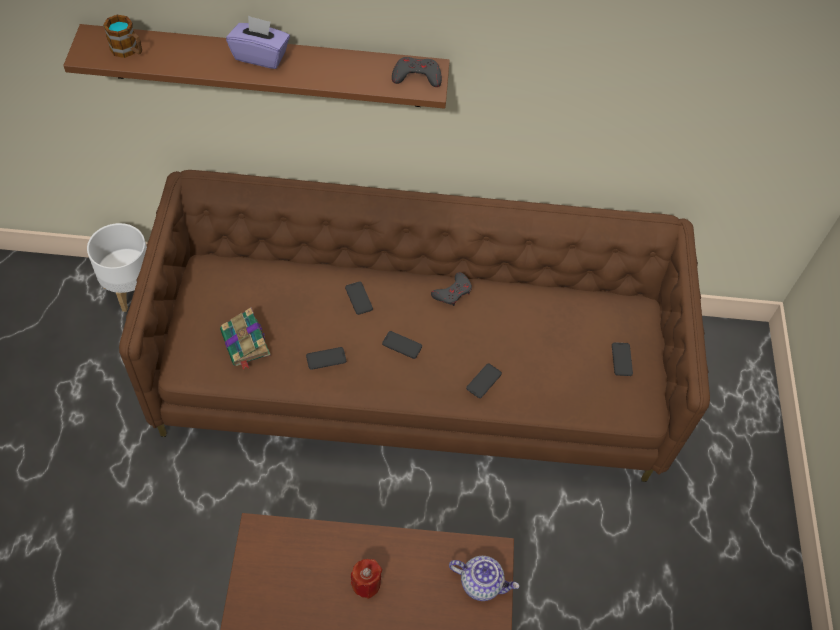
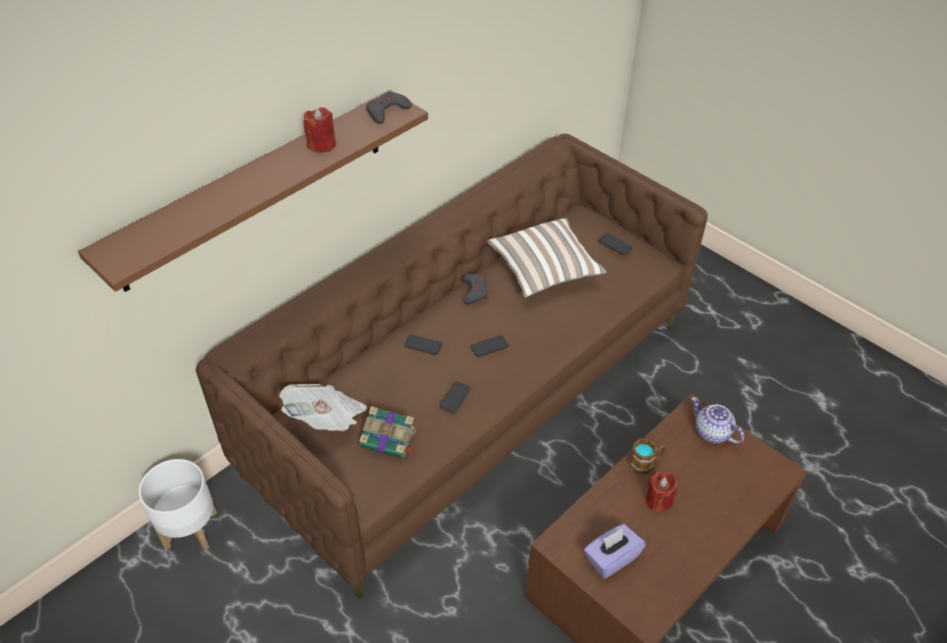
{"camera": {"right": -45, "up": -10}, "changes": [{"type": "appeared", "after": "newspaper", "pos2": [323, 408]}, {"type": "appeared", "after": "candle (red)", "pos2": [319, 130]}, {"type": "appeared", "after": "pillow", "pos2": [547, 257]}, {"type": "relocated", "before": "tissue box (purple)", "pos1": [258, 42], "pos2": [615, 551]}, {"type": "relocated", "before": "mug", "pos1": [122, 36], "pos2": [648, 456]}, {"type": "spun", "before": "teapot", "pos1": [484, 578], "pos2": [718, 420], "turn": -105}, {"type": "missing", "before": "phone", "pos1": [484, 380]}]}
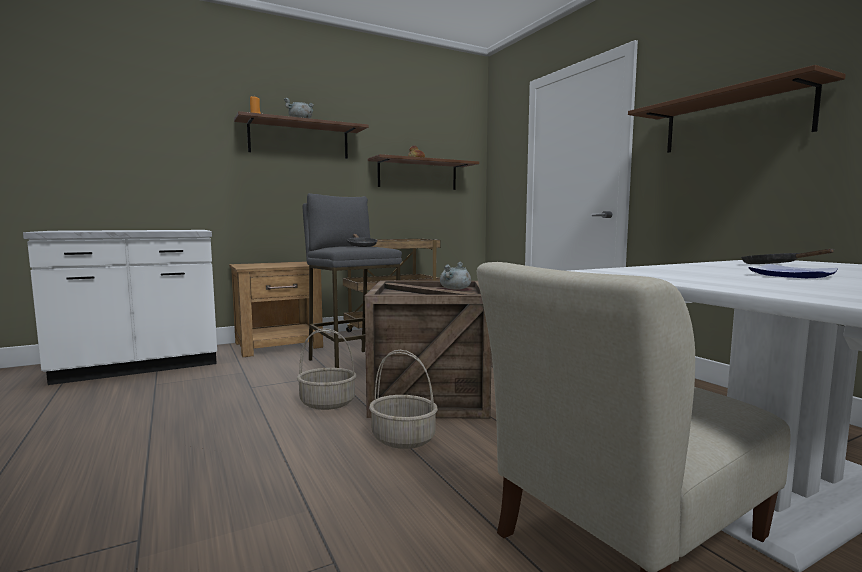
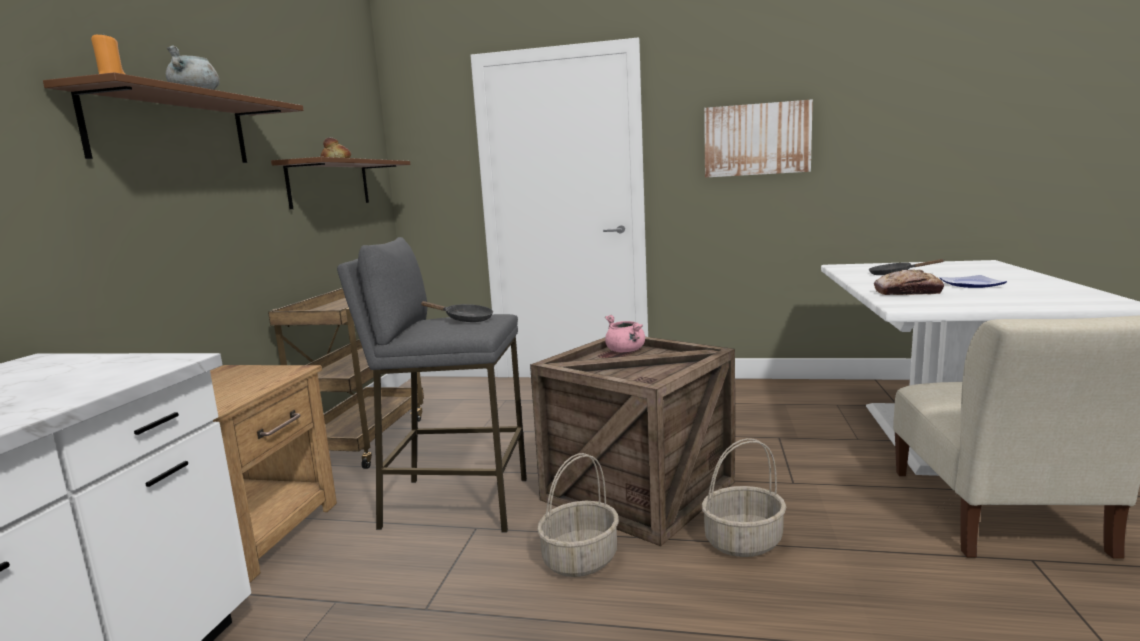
{"camera": {"right": -50, "up": 5}, "changes": [{"type": "colour", "before": "cooking pot (grey)", "after": "cooking pot (pink)", "pos1": [455, 276], "pos2": [625, 333]}, {"type": "exchanged", "before": "shelf (brown)", "after": "picture", "pos1": [737, 109], "pos2": [758, 138]}, {"type": "appeared", "after": "bread", "pos2": [909, 282]}]}
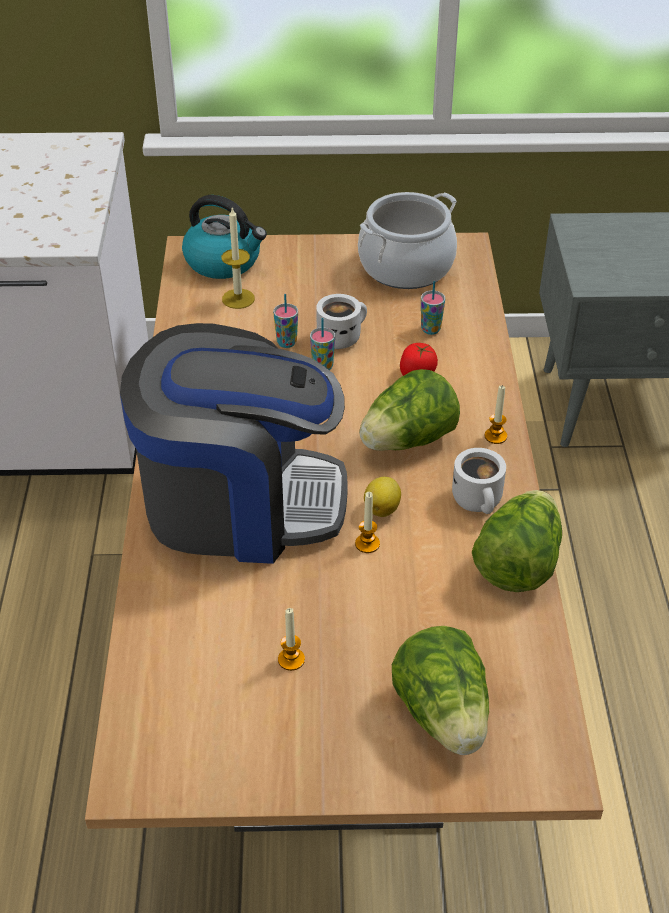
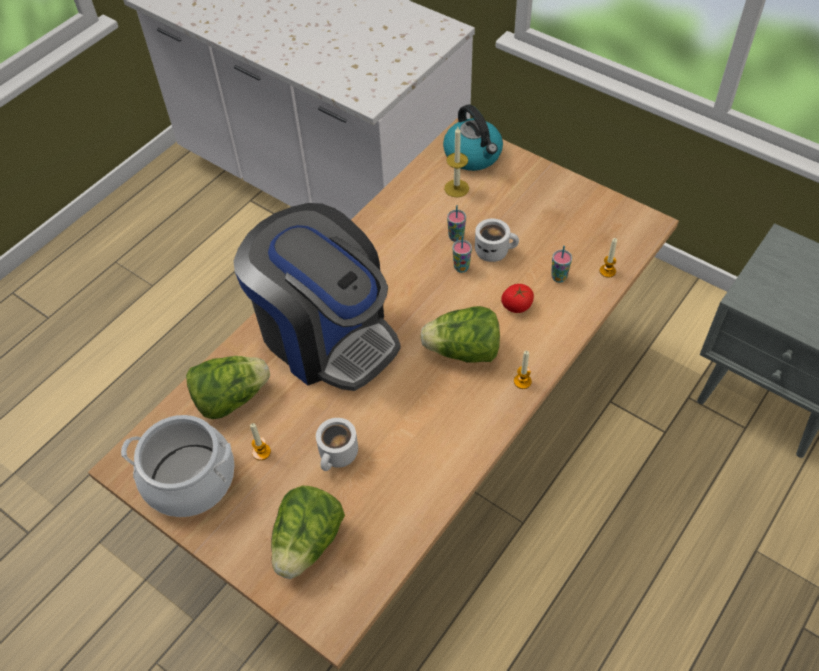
{"camera": {"right": 40, "up": 10}, "changes": [{"type": "relocated", "before": "cooking pot", "pos1": [407, 240], "pos2": [178, 466]}, {"type": "relocated", "before": "lettuce", "pos1": [517, 541], "pos2": [228, 387]}, {"type": "relocated", "before": "mug (white)", "pos1": [479, 481], "pos2": [337, 444]}, {"type": "relocated", "before": "candle", "pos1": [367, 522], "pos2": [608, 258]}, {"type": "missing", "before": "lemon", "pos1": [382, 497]}]}
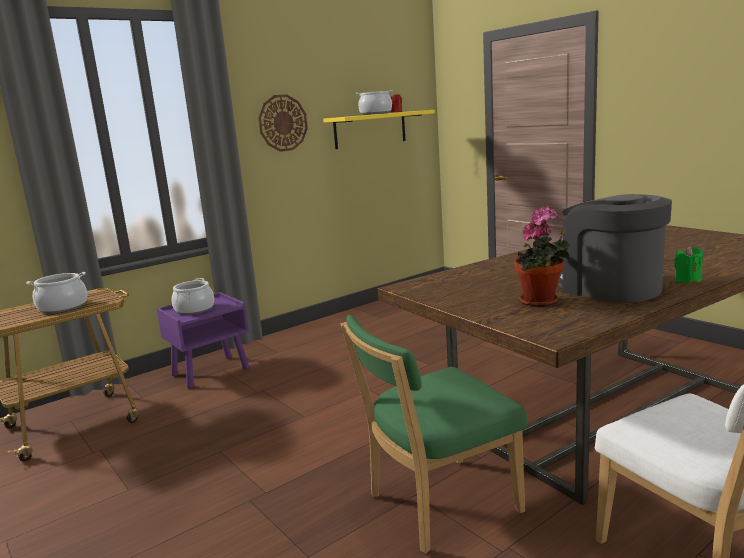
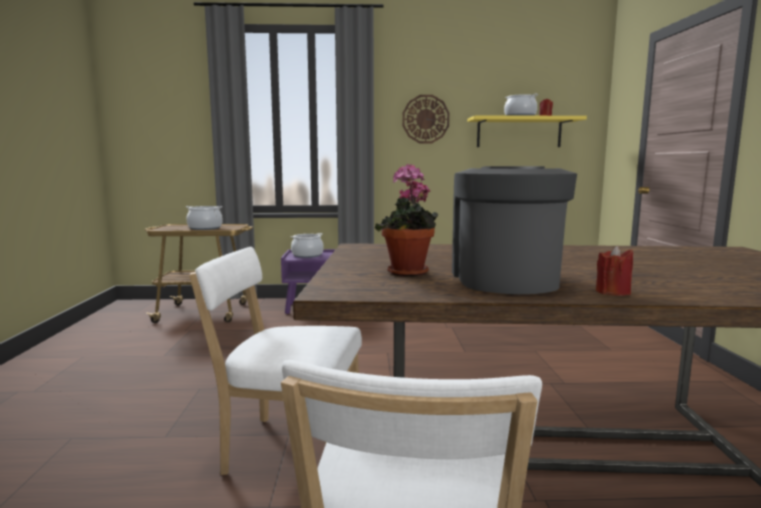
{"camera": {"right": 35, "up": -5}, "changes": [{"type": "colour", "before": "chair (green)", "after": "chair (white)", "pos1": [434, 434], "pos2": [275, 361]}, {"type": "colour", "before": "candle (green)", "after": "candle (red)", "pos1": [688, 264], "pos2": [614, 270]}]}
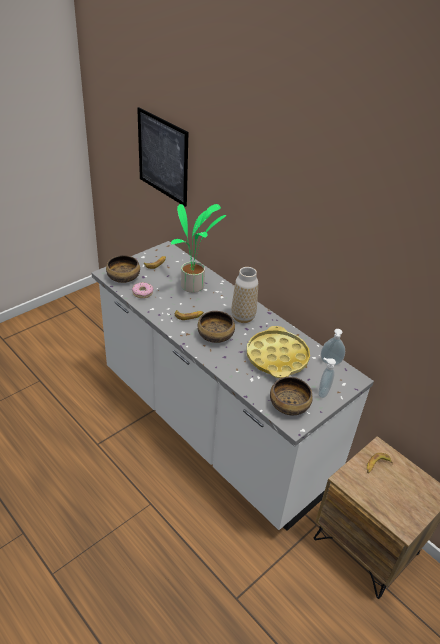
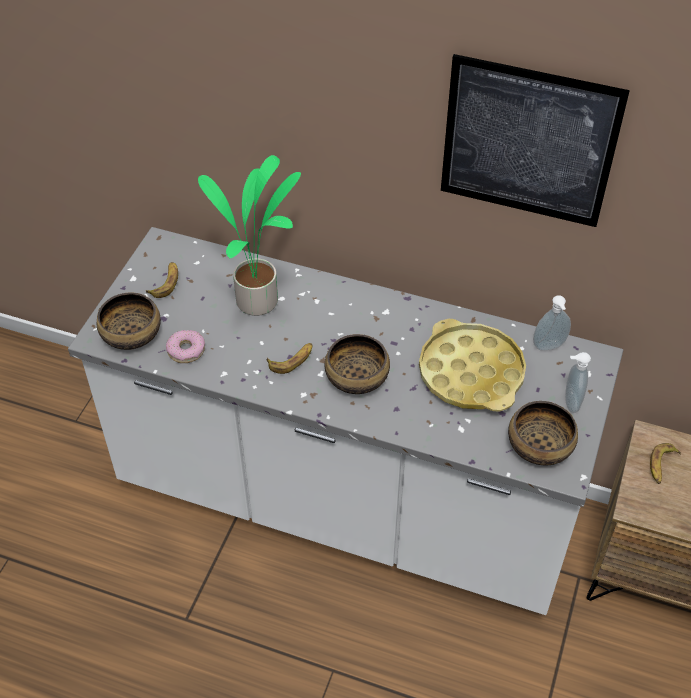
{"camera": {"right": -25, "up": 10}, "changes": [{"type": "relocated", "before": "picture", "pos1": [162, 157], "pos2": [535, 140]}, {"type": "missing", "before": "vase", "pos1": [244, 295]}]}
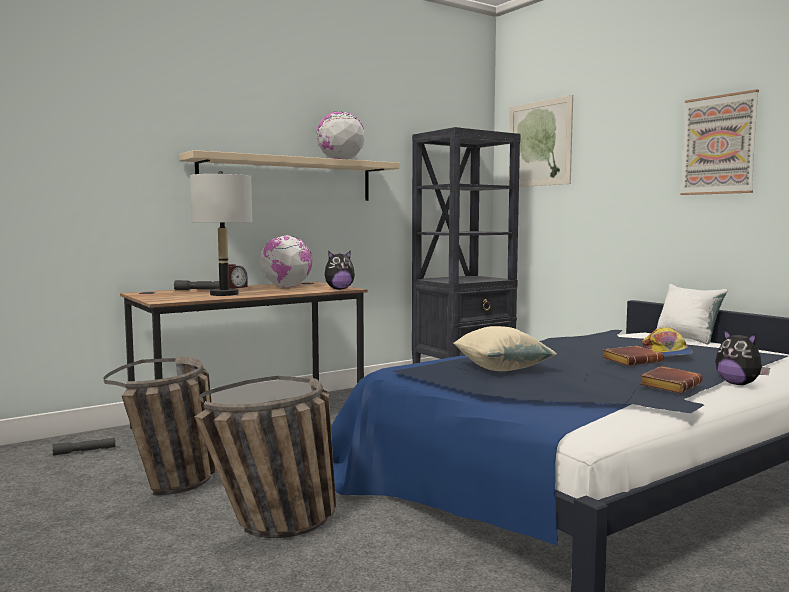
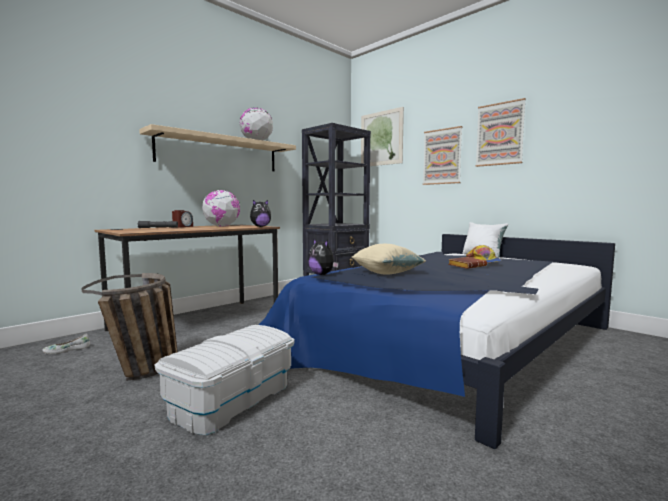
{"camera": {"right": -10, "up": 0}, "changes": [{"type": "exchanged", "before": "flashlight (grey)", "after": "shoe (white)", "pos1": [83, 447], "pos2": [66, 343]}, {"type": "exchanged", "before": "basket", "after": "storage box (white)", "pos1": [265, 457], "pos2": [224, 380]}, {"type": "relocated", "before": "plush toy", "pos1": [742, 357], "pos2": [323, 256]}, {"type": "appeared", "after": "picture", "pos2": [442, 155]}, {"type": "missing", "before": "table lamp (grey)", "pos1": [221, 233]}, {"type": "missing", "before": "book (brown)", "pos1": [671, 379]}]}
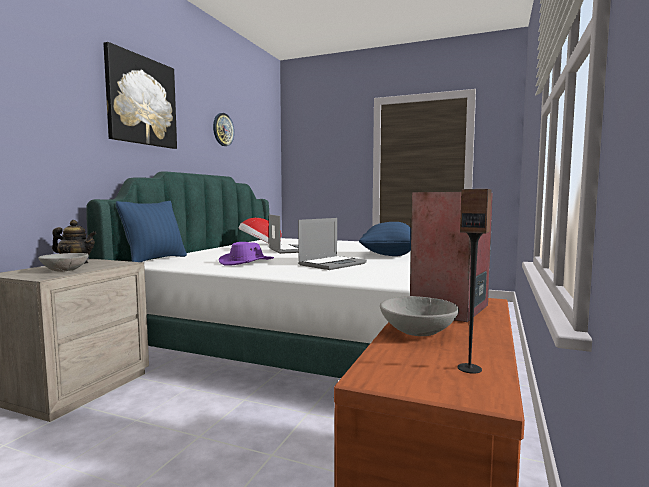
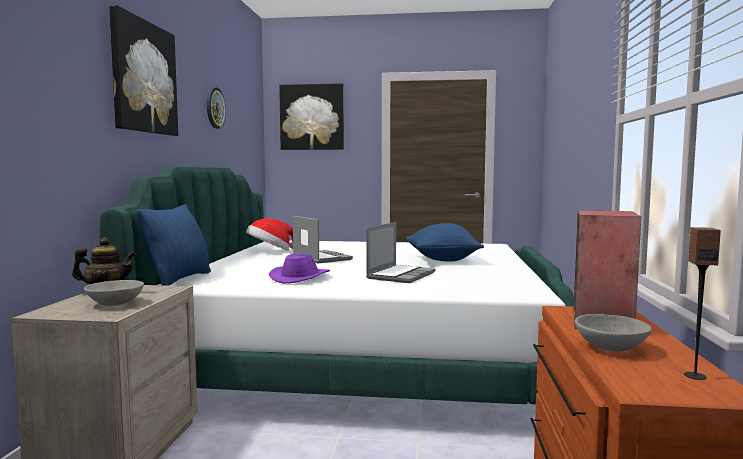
{"camera": {"right": -15, "up": 0}, "changes": [{"type": "appeared", "after": "picture", "pos2": [311, 116]}]}
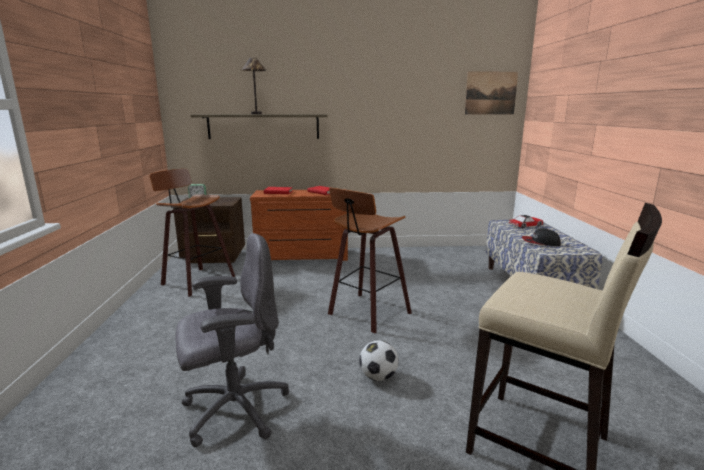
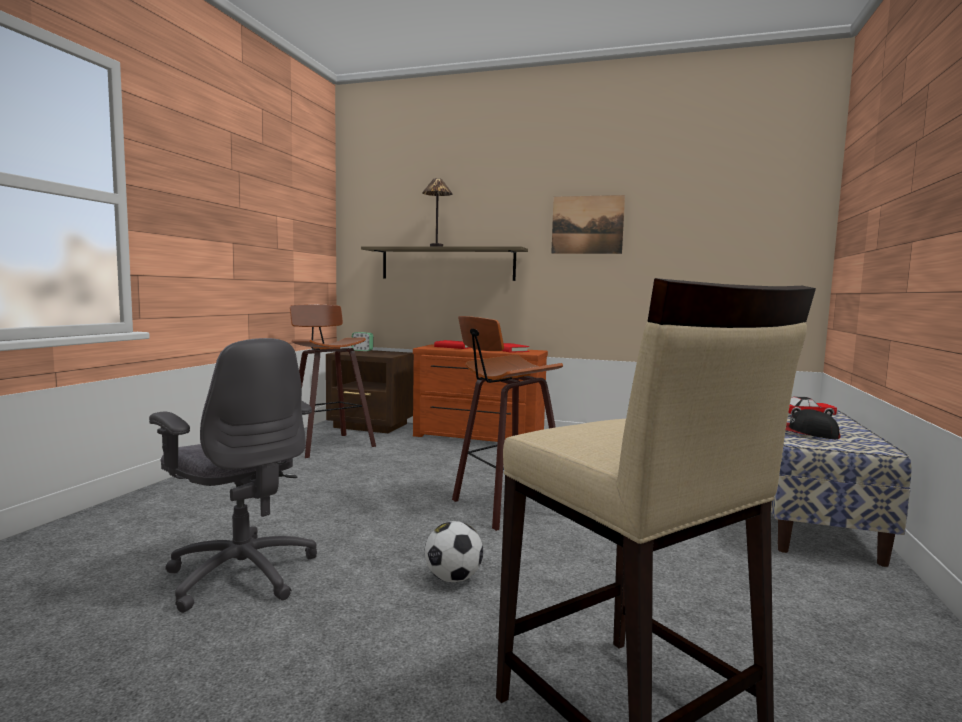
{"camera": {"right": 20, "up": -10}, "changes": [{"type": "spun", "before": "office chair (grey)", "pos1": [232, 340], "pos2": [233, 475], "turn": 45}, {"type": "relocated", "before": "picture", "pos1": [491, 93], "pos2": [588, 224]}]}
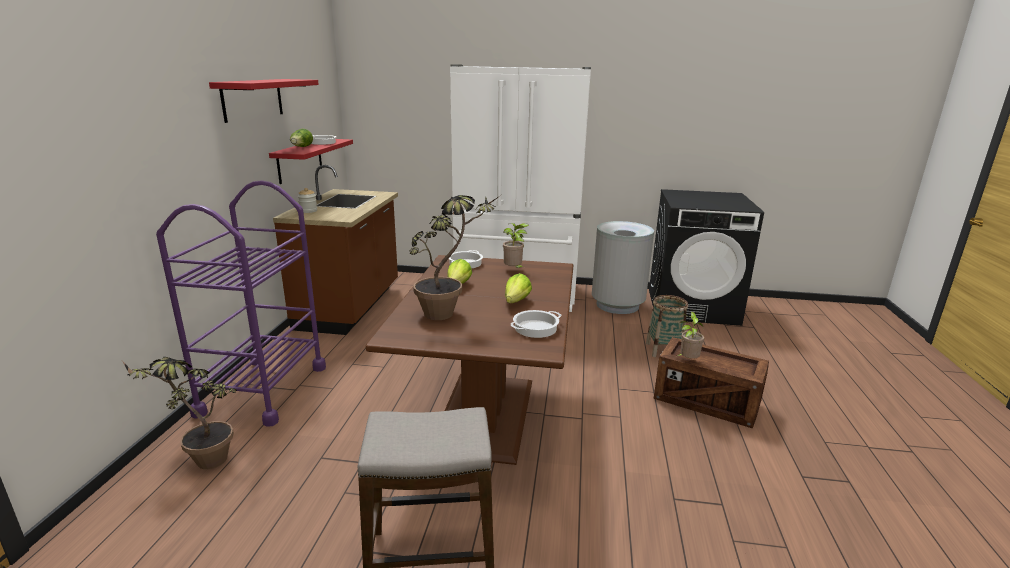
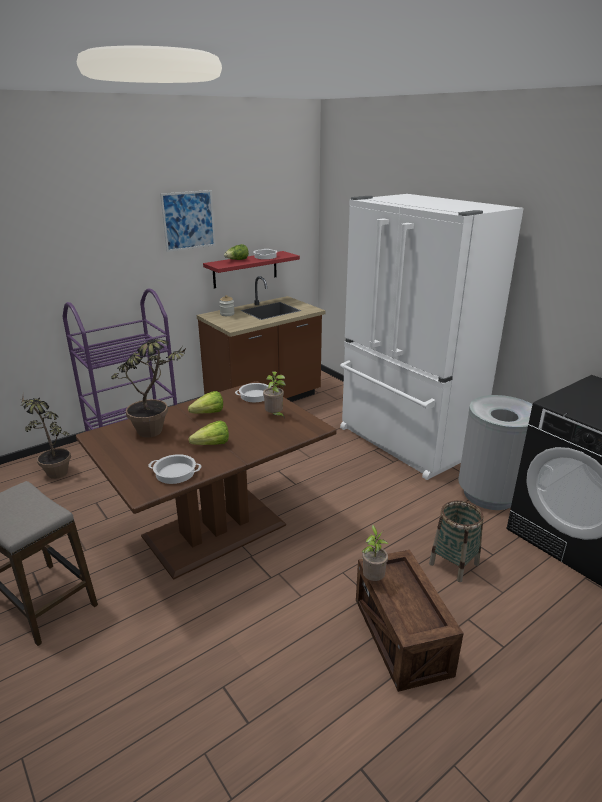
{"camera": {"right": 45, "up": 5}, "changes": [{"type": "exchanged", "before": "shelf (red)", "after": "picture", "pos1": [264, 101], "pos2": [187, 221]}]}
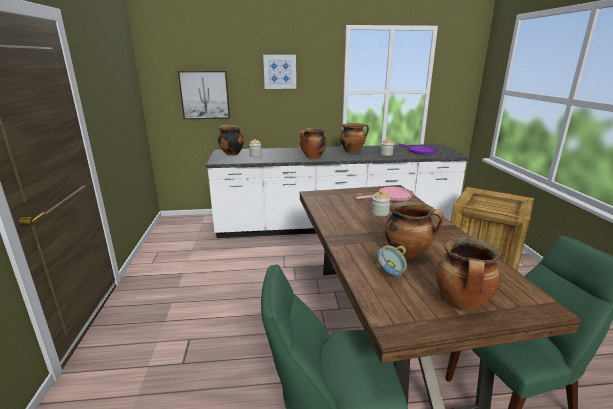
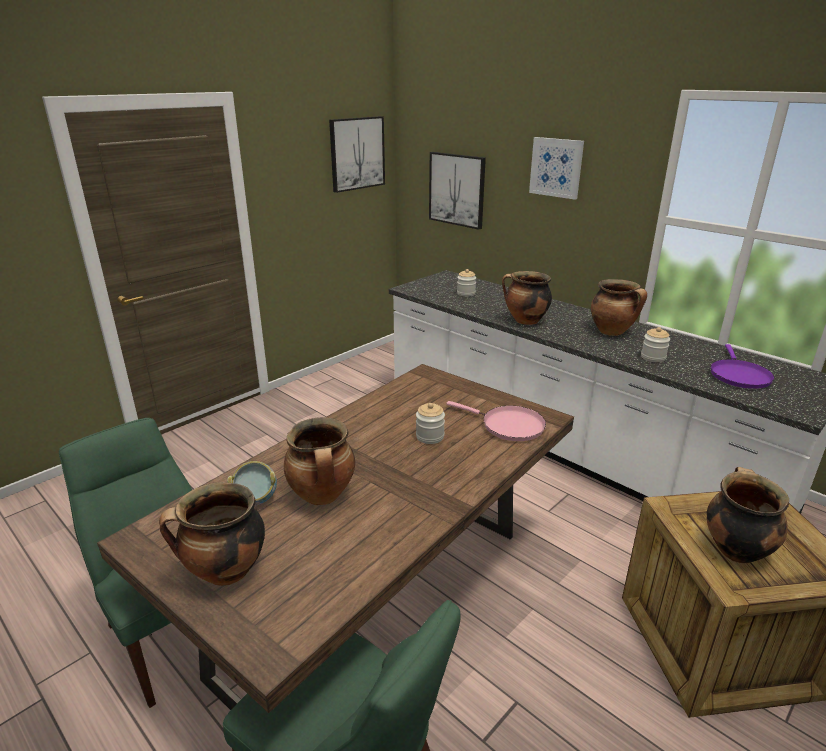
{"camera": {"right": 50, "up": 5}, "changes": [{"type": "appeared", "after": "picture", "pos2": [357, 154]}, {"type": "relocated", "before": "cooking pot", "pos1": [231, 140], "pos2": [748, 515]}]}
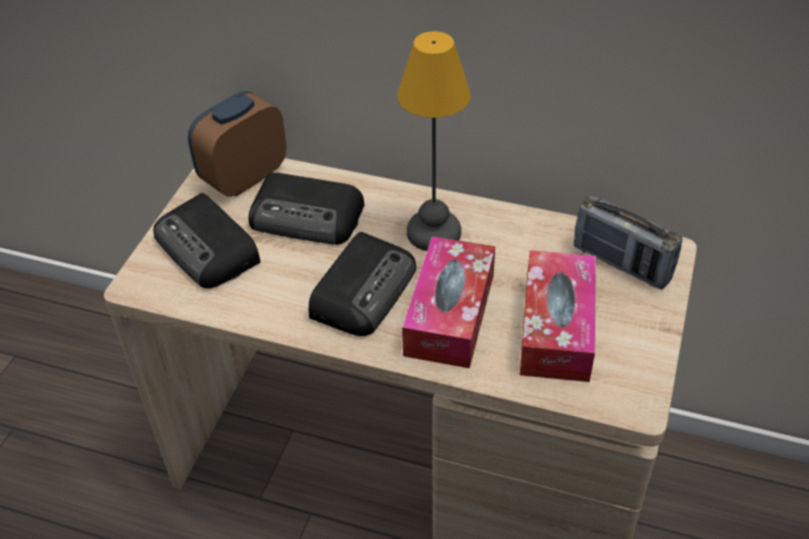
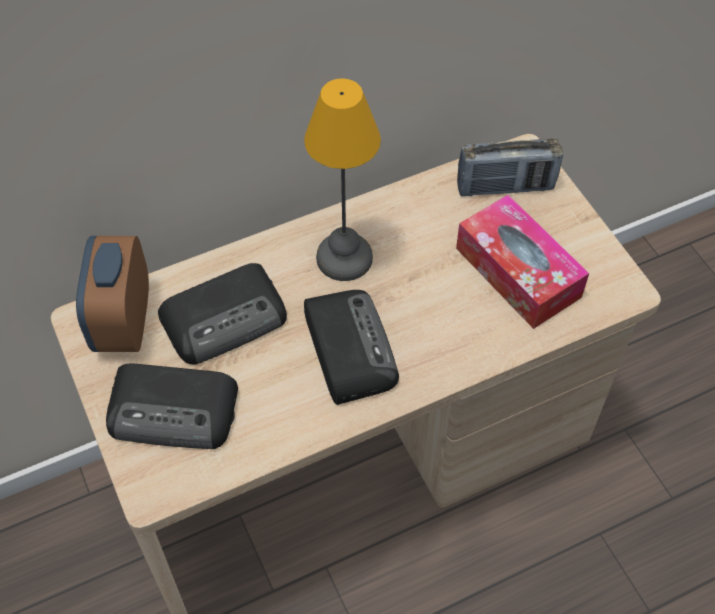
{"camera": {"right": -45, "up": 10}, "changes": [{"type": "missing", "before": "tissue box", "pos1": [448, 302]}]}
